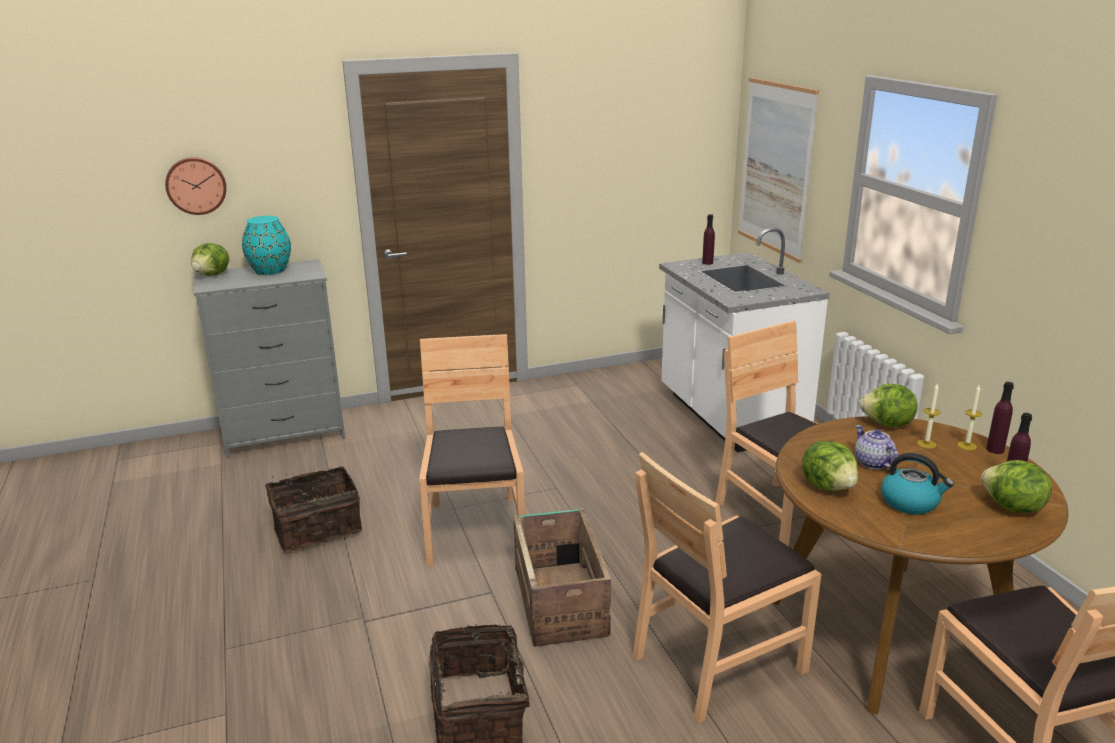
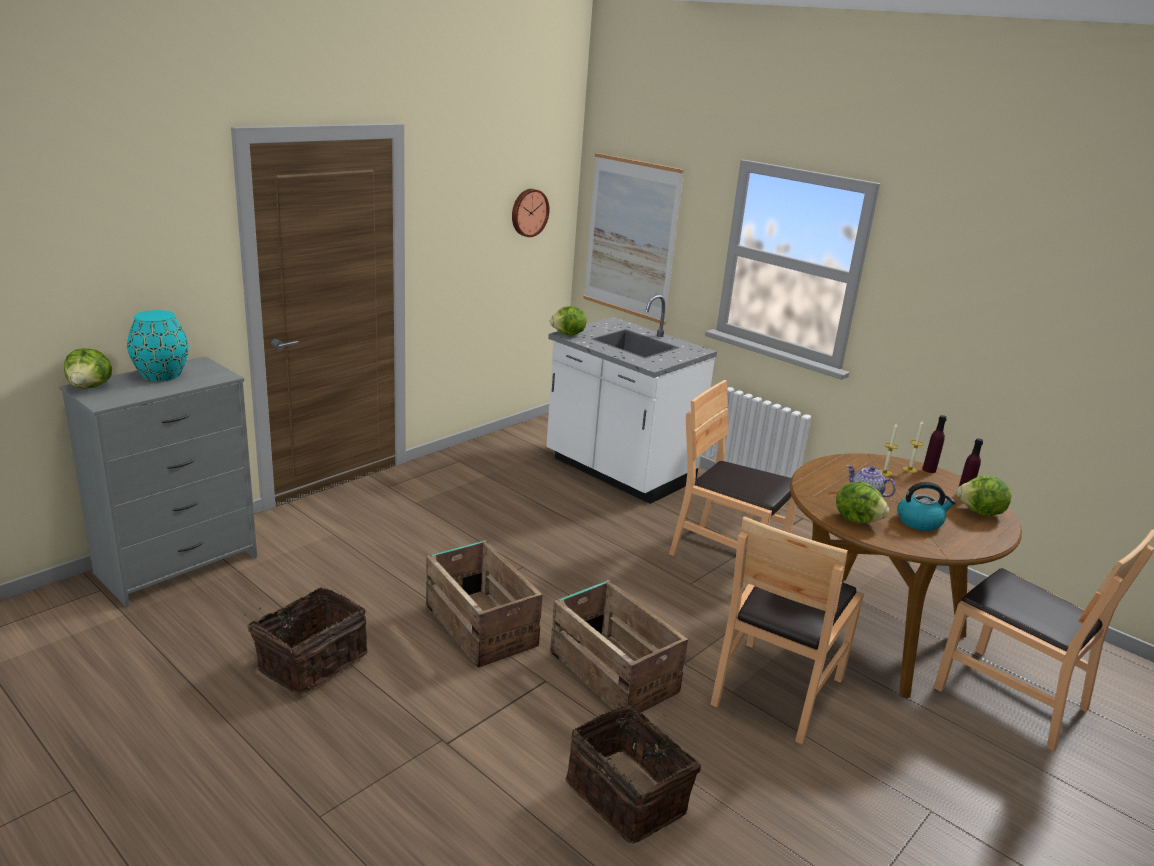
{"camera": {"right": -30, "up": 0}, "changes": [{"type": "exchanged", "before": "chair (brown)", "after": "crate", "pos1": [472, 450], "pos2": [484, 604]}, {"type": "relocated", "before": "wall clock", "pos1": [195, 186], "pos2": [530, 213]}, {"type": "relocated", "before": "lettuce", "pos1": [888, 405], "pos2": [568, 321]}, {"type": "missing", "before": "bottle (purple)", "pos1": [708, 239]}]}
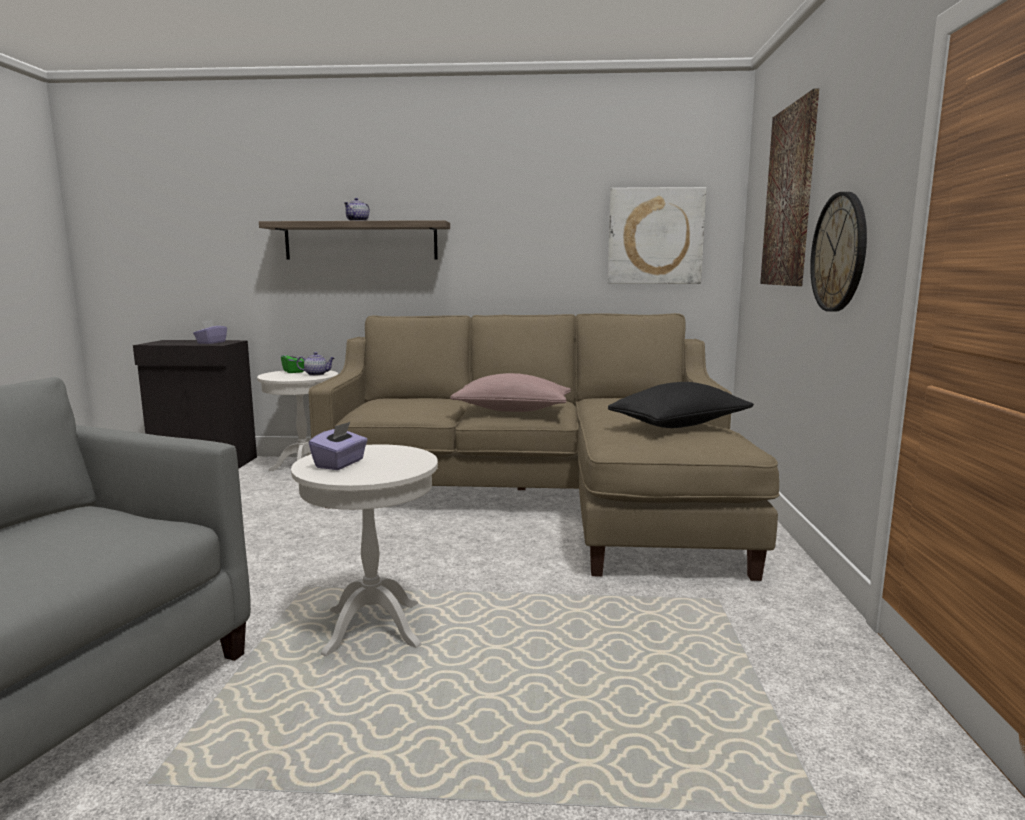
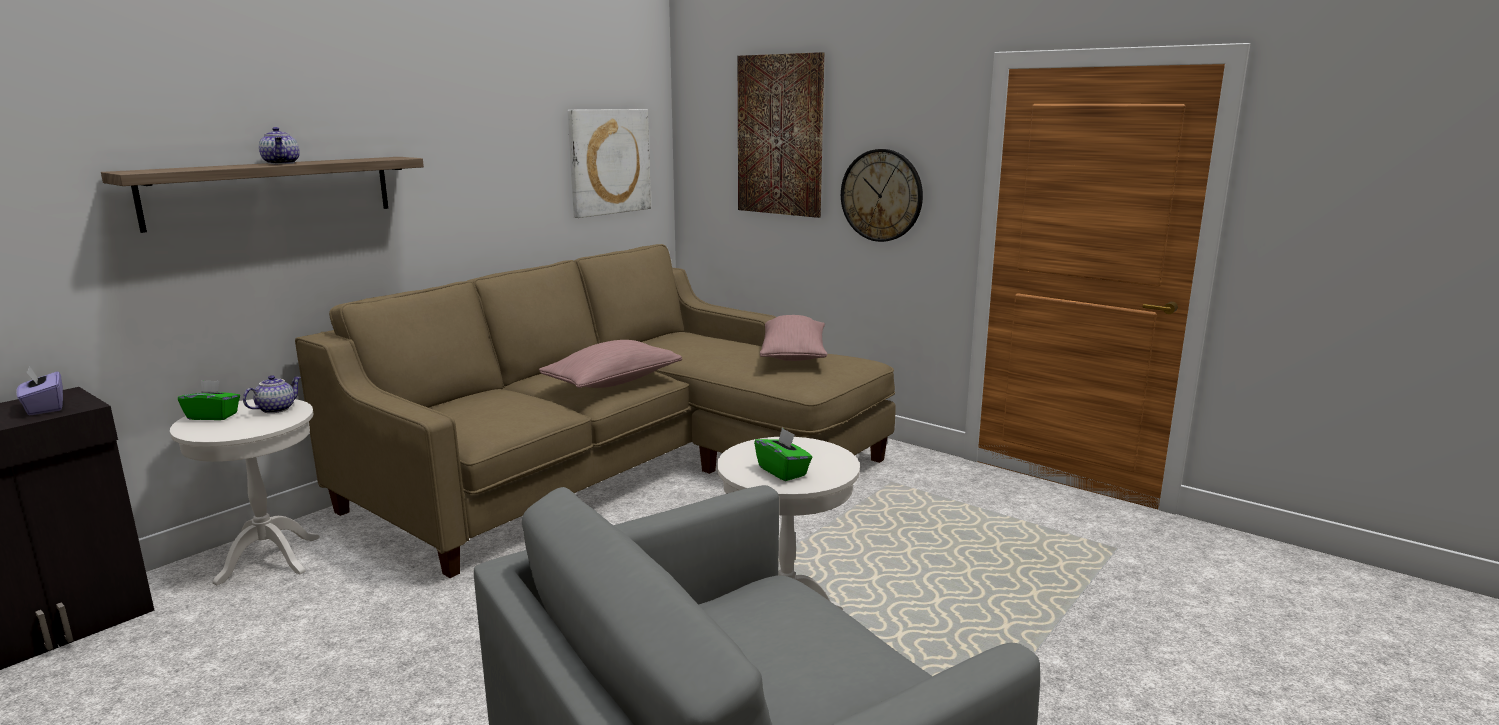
{"camera": {"right": -55, "up": 5}, "changes": [{"type": "colour", "before": "tissue box (purple)", "after": "tissue box (green)", "pos1": [338, 445], "pos2": [783, 454]}, {"type": "colour", "before": "pillow (black)", "after": "pillow (pink)", "pos1": [681, 405], "pos2": [794, 338]}]}
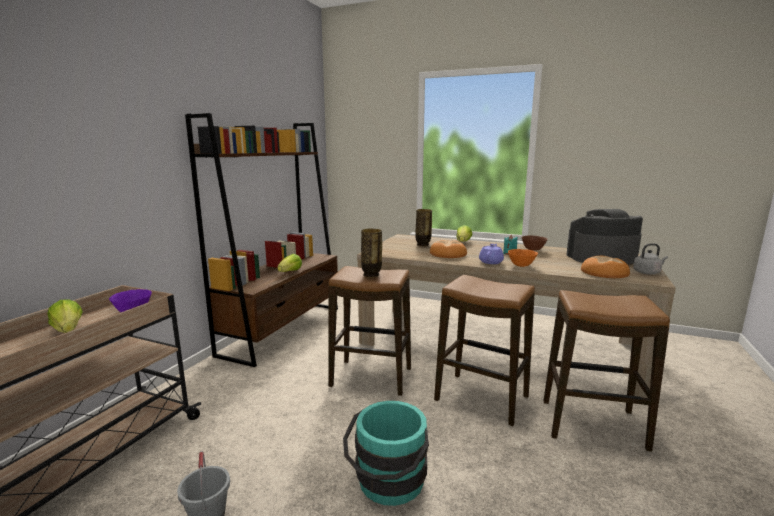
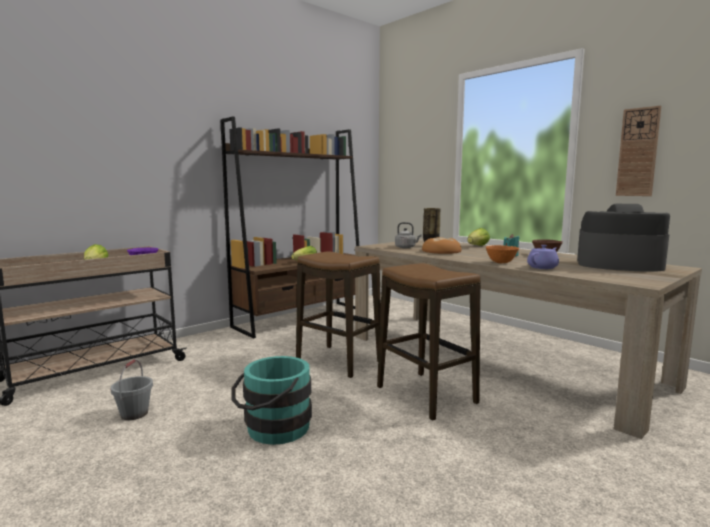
{"camera": {"right": 25, "up": -5}, "changes": [{"type": "relocated", "before": "kettle (grey)", "pos1": [650, 258], "pos2": [408, 235]}, {"type": "relocated", "before": "teapot (purple)", "pos1": [491, 254], "pos2": [543, 257]}, {"type": "appeared", "after": "wall clock", "pos2": [638, 151]}, {"type": "missing", "before": "vase", "pos1": [371, 253]}, {"type": "missing", "before": "stool", "pos1": [606, 371]}, {"type": "missing", "before": "bread", "pos1": [605, 267]}]}
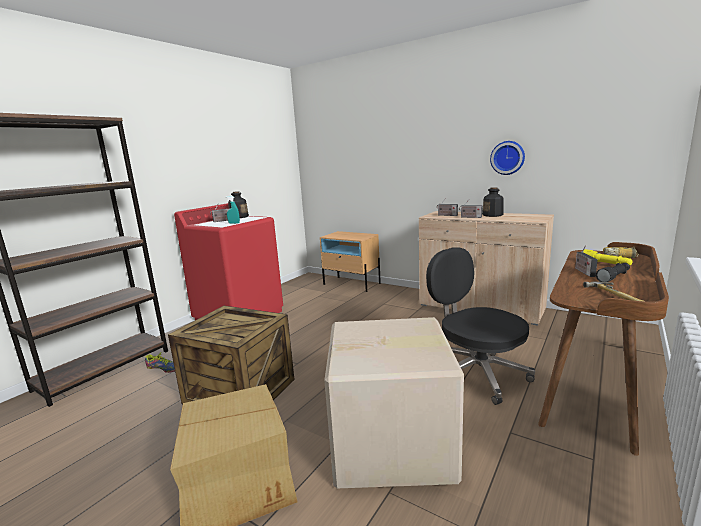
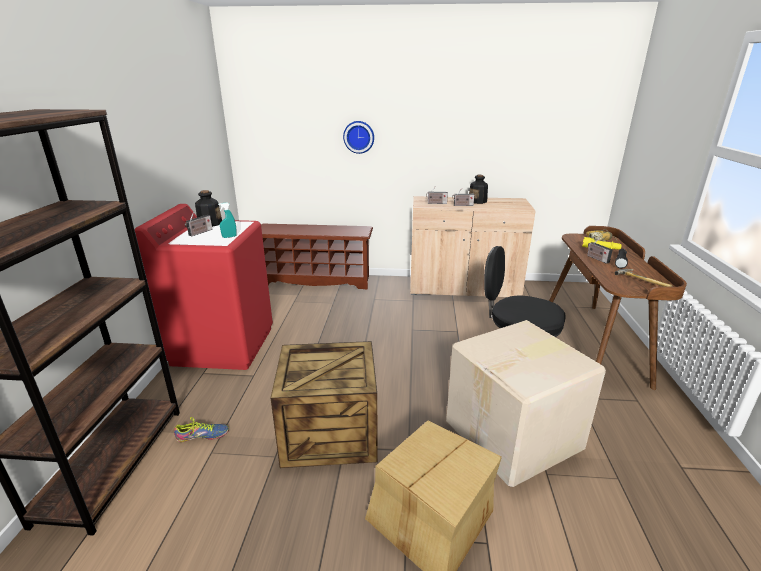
{"camera": {"right": -30, "up": 10}, "changes": [{"type": "exchanged", "before": "nightstand (beige)", "after": "shoe rack (brown)", "pos1": [350, 261], "pos2": [317, 256]}, {"type": "relocated", "before": "wall clock", "pos1": [507, 158], "pos2": [358, 137]}]}
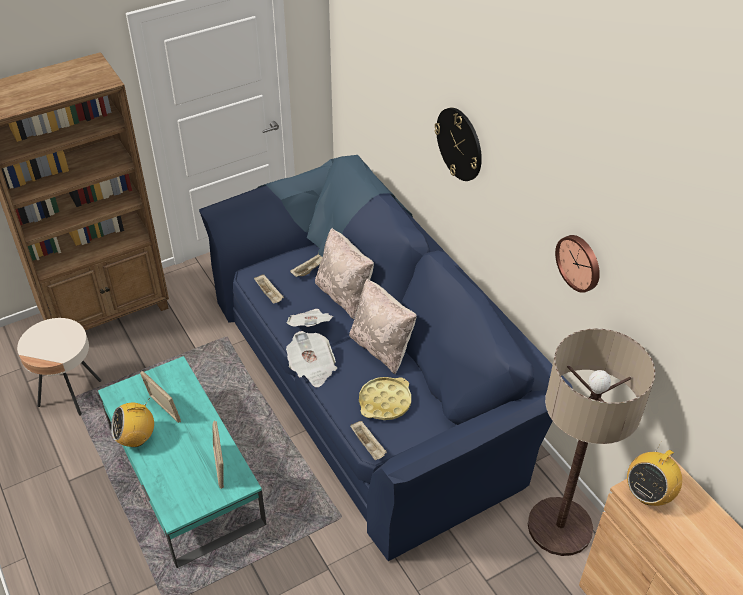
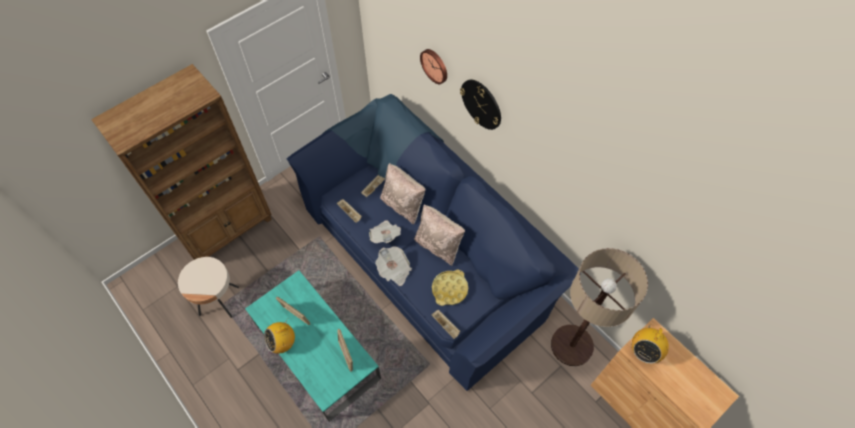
{"camera": {"right": -10, "up": 15}, "changes": [{"type": "relocated", "before": "wall clock", "pos1": [577, 264], "pos2": [433, 66]}]}
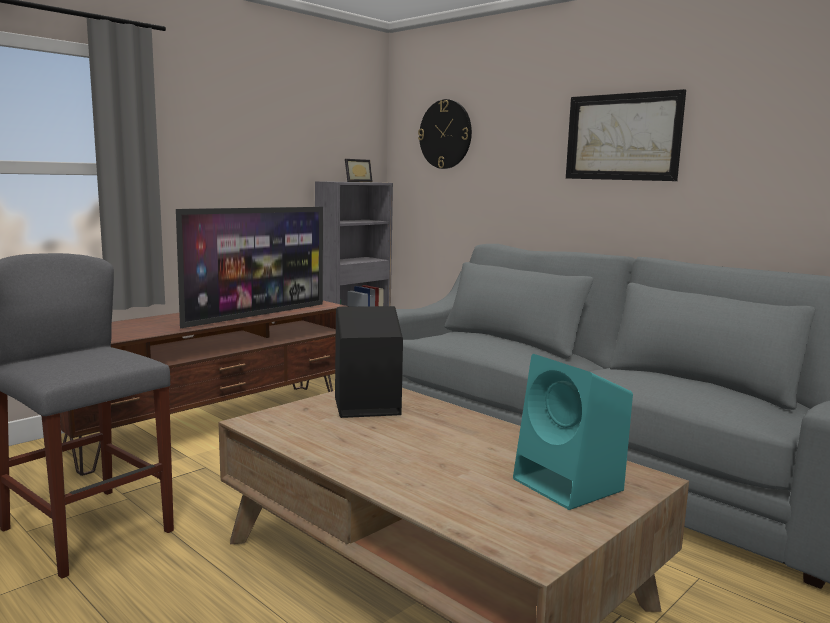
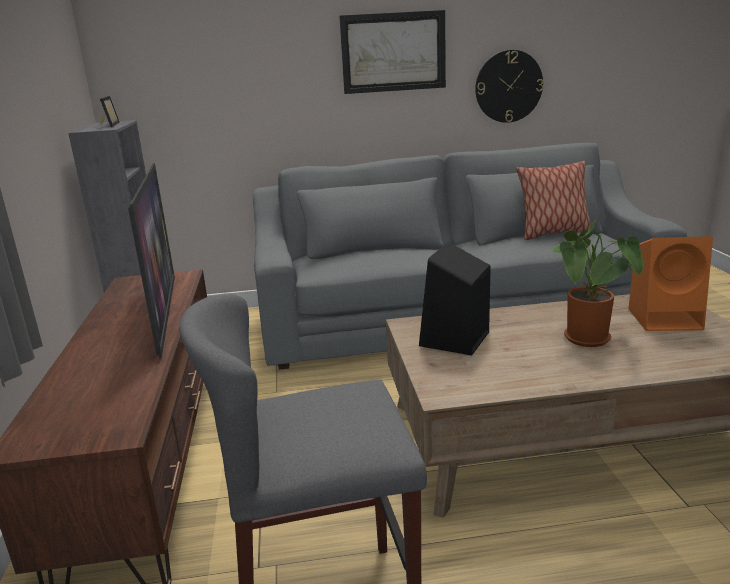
{"camera": {"right": -50, "up": 10}, "changes": [{"type": "relocated", "before": "wall clock", "pos1": [445, 134], "pos2": [509, 86]}, {"type": "appeared", "after": "pillow", "pos2": [554, 200]}, {"type": "appeared", "after": "potted plant", "pos2": [596, 283]}, {"type": "colour", "before": "speaker (turquoise)", "after": "speaker (orange)", "pos1": [573, 432], "pos2": [670, 283]}]}
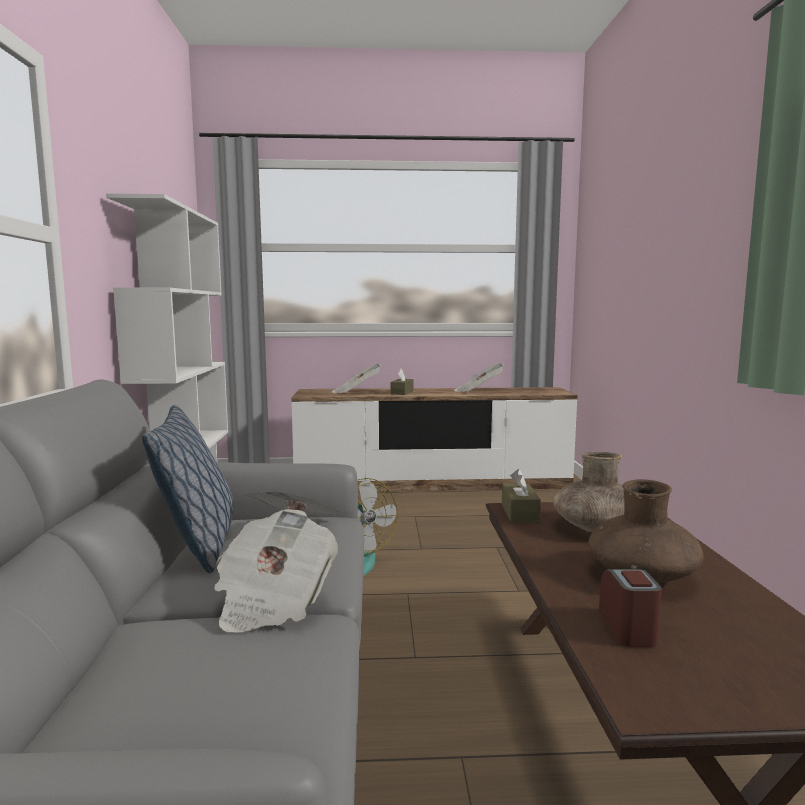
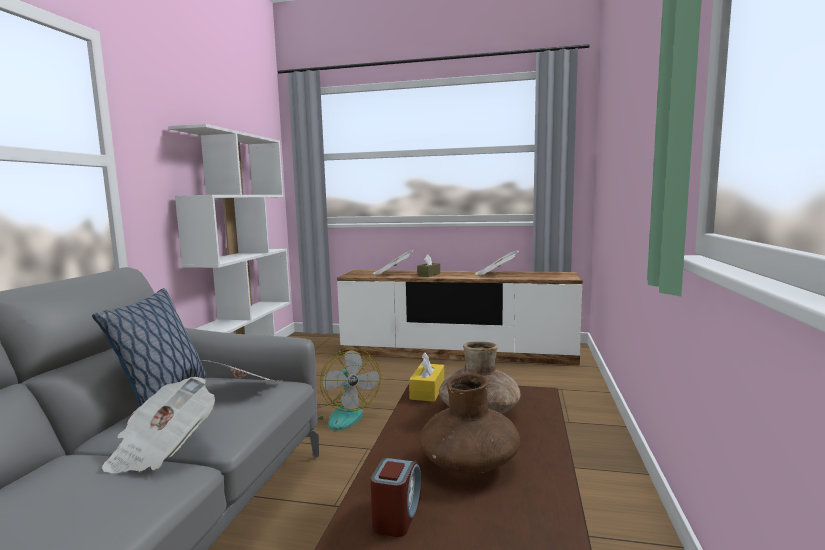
{"camera": {"right": 15, "up": 0}, "changes": [{"type": "colour", "before": "tissue box (brown)", "after": "tissue box (yellow)", "pos1": [521, 496], "pos2": [426, 377]}]}
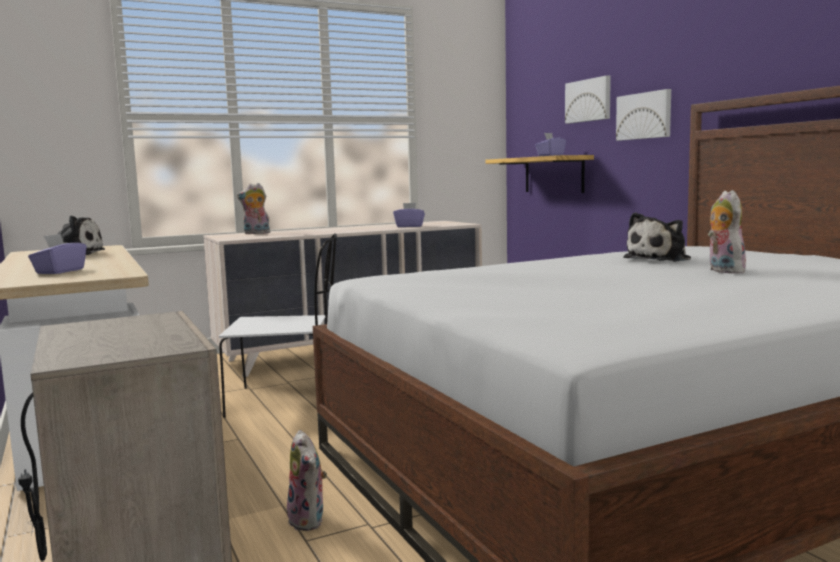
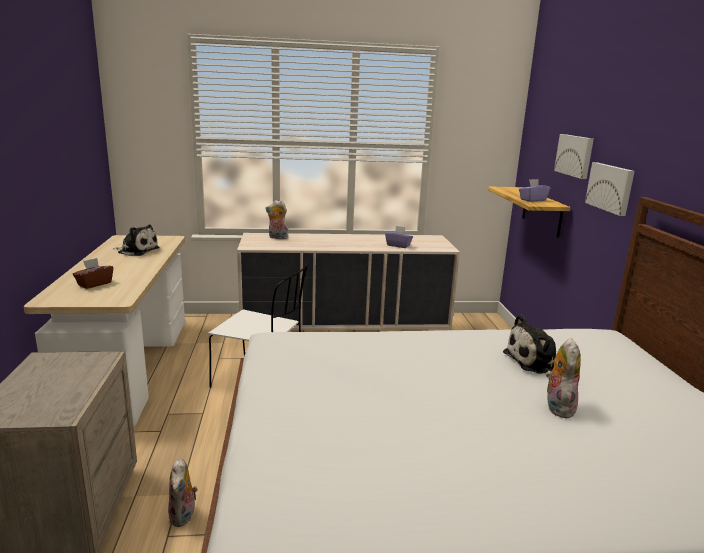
{"camera": {"right": 20, "up": 10}, "changes": [{"type": "colour", "before": "tissue box (purple)", "after": "tissue box (brown)", "pos1": [57, 254], "pos2": [93, 273]}]}
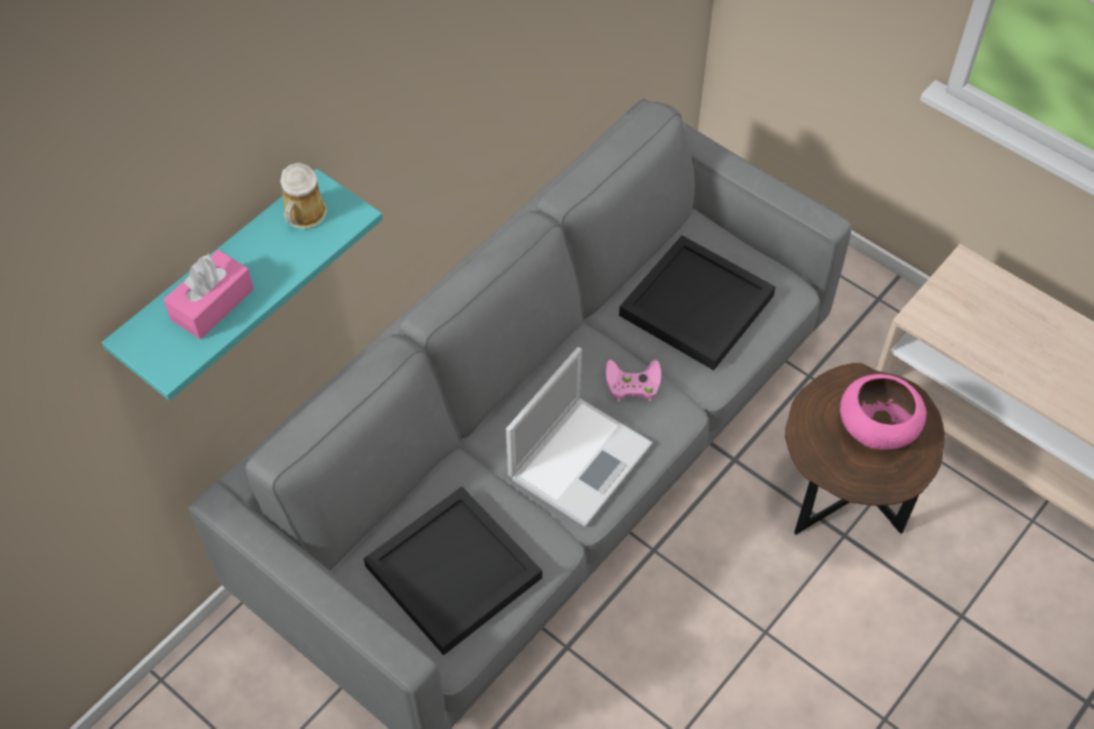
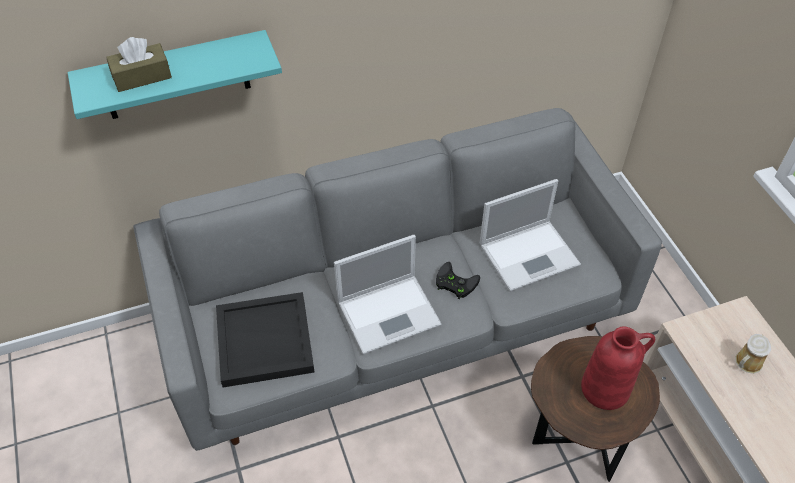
{"camera": {"right": 30, "up": -5}, "changes": [{"type": "colour", "before": "tissue box (pink)", "after": "tissue box (brown)", "pos1": [209, 294], "pos2": [139, 64]}, {"type": "colour", "before": "game controller (pink)", "after": "game controller (black)", "pos1": [633, 381], "pos2": [458, 281]}, {"type": "exchanged", "before": "tray (black)", "after": "laptop", "pos1": [697, 302], "pos2": [530, 235]}, {"type": "exchanged", "before": "bowl (pink)", "after": "vase (red)", "pos1": [883, 411], "pos2": [618, 368]}, {"type": "relocated", "before": "mug", "pos1": [303, 196], "pos2": [753, 354]}]}
